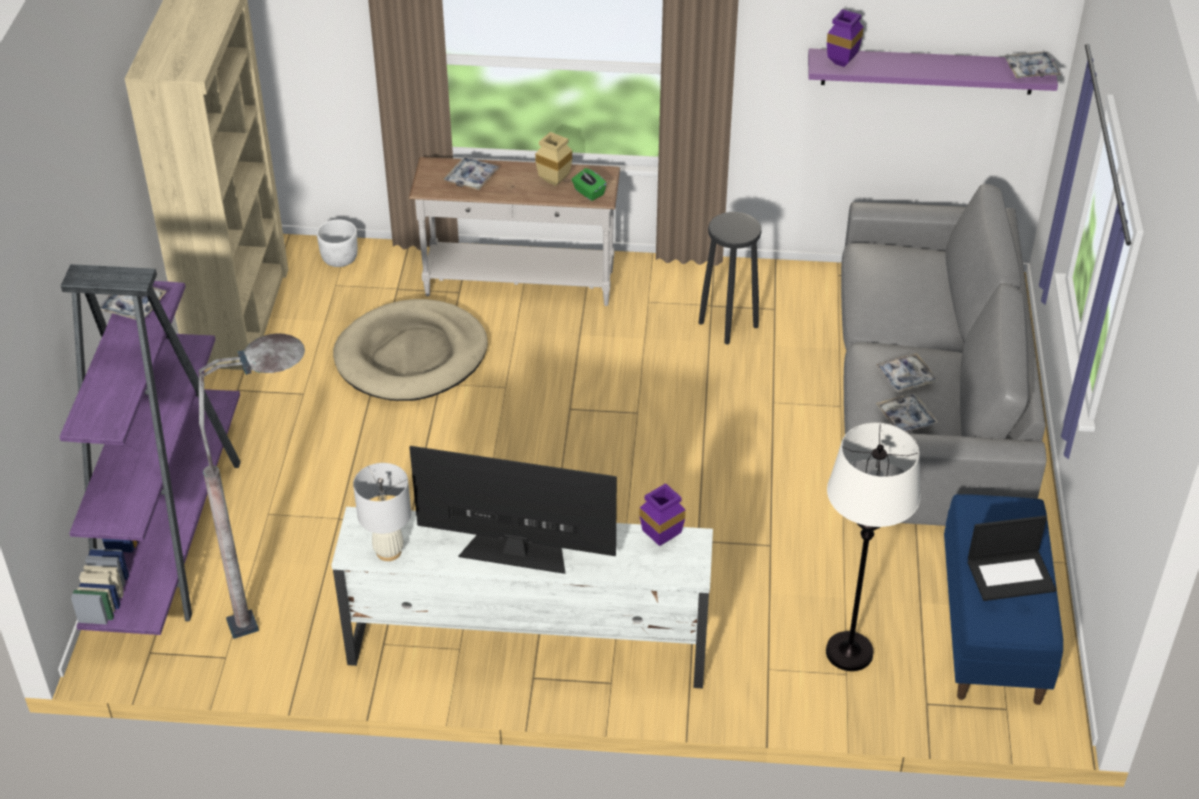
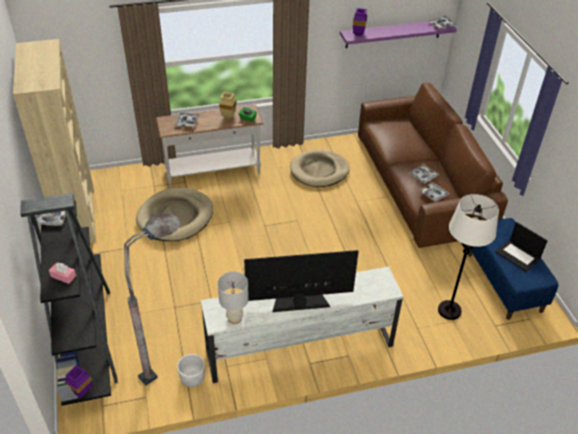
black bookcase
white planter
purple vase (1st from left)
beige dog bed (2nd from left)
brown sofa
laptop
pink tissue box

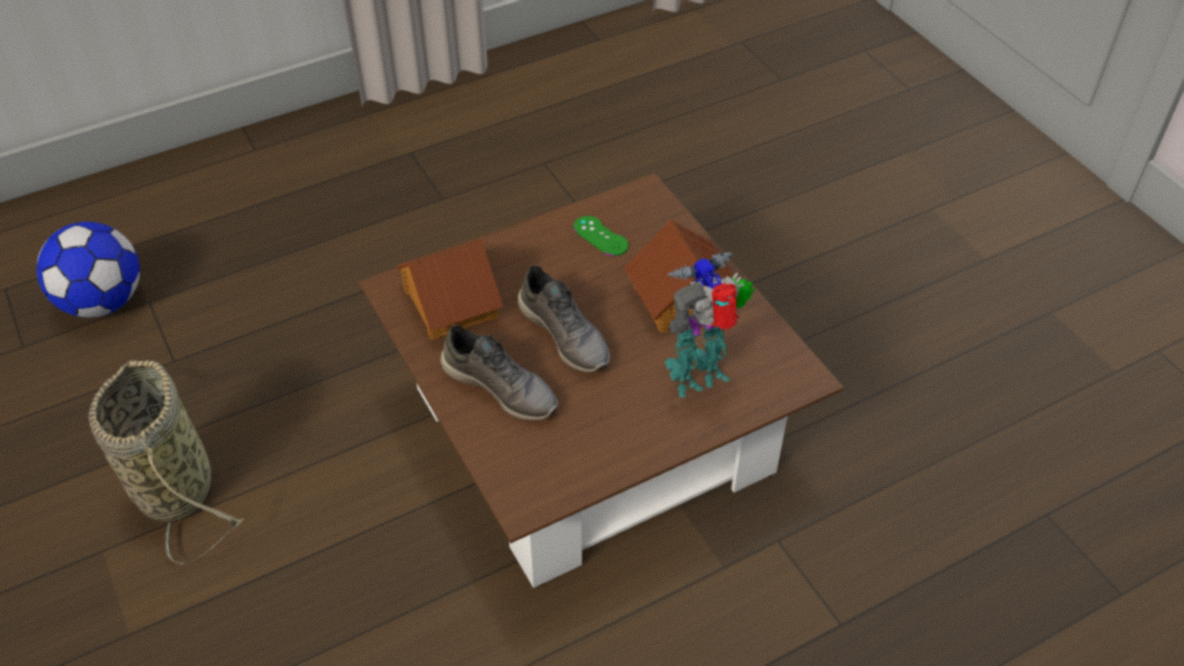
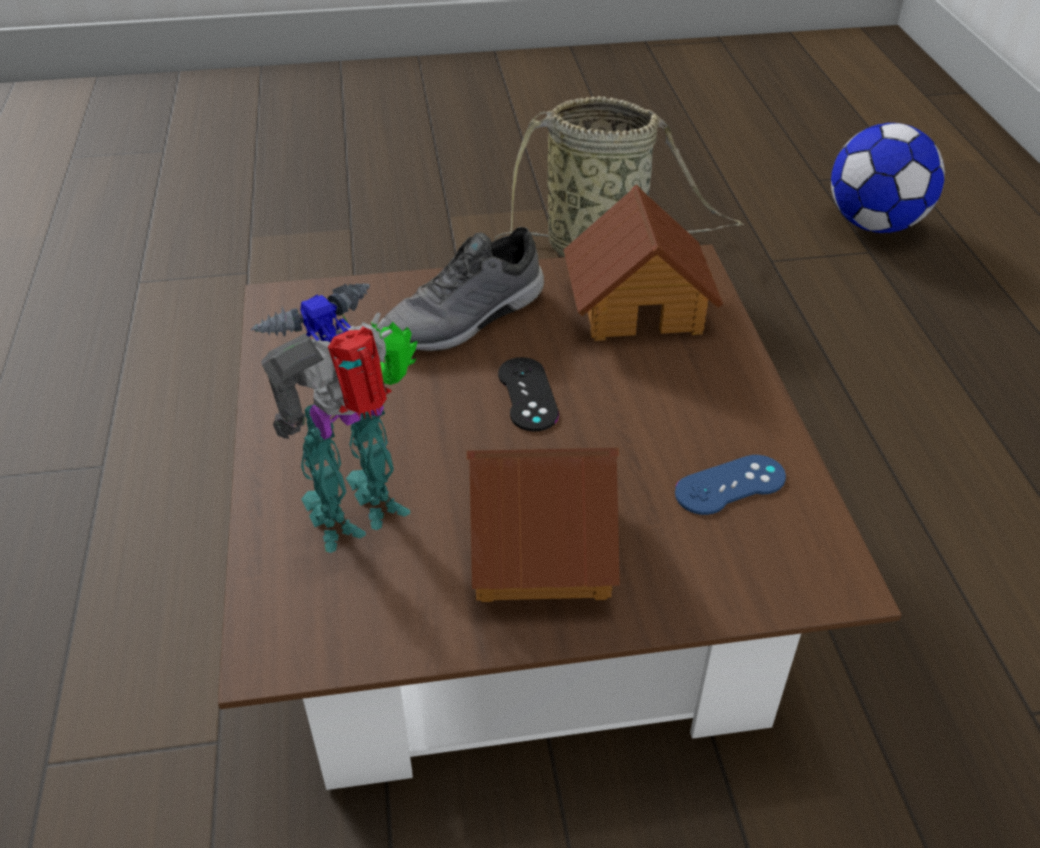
black game controller
blue game controller
toy robot

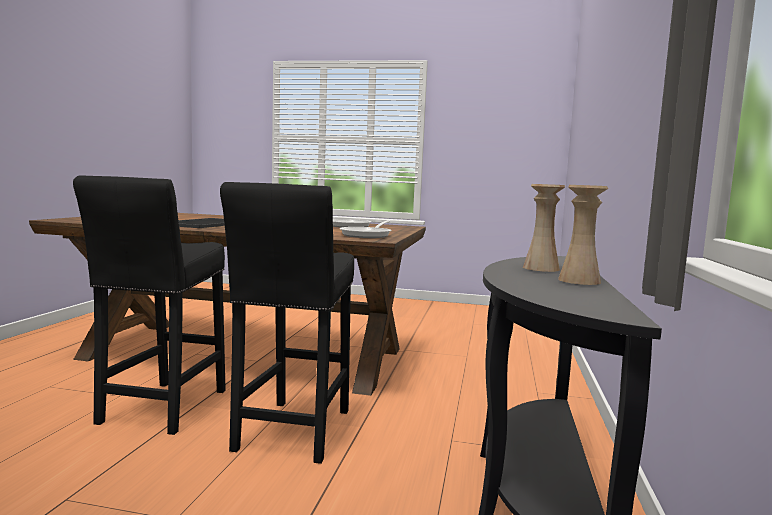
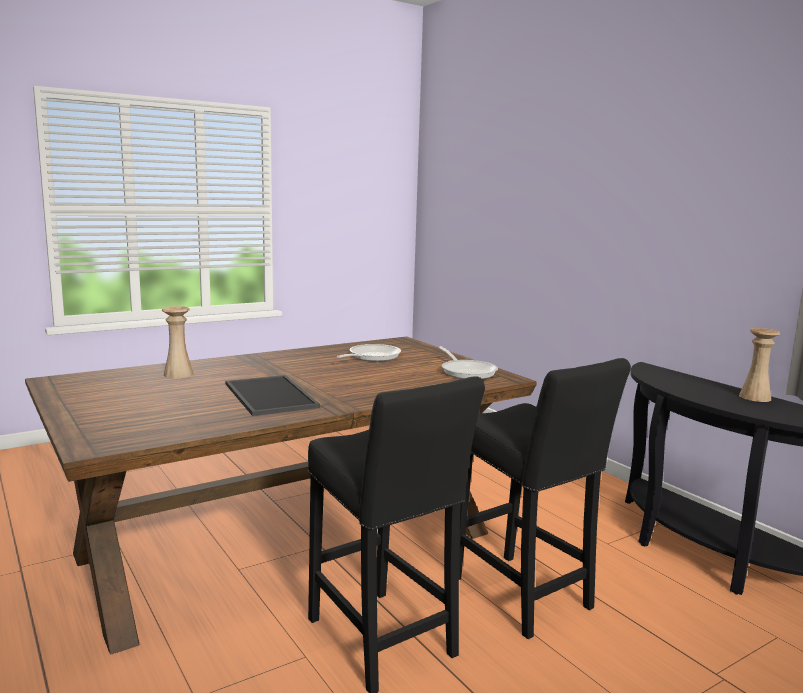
beige vase (1st from left)

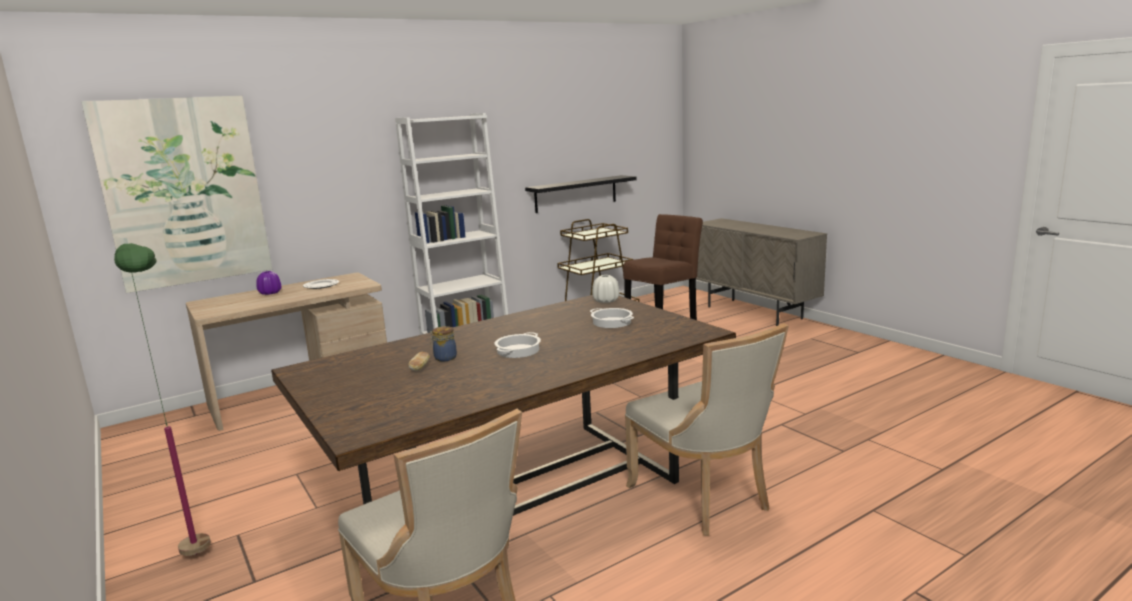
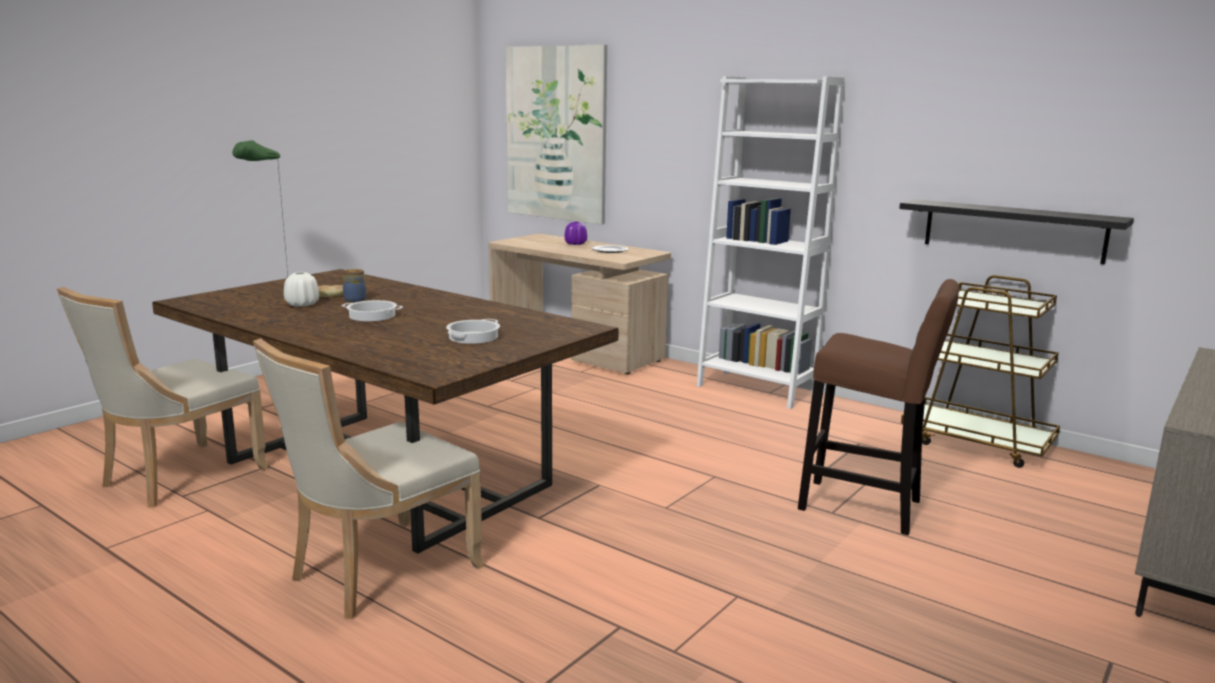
white vase

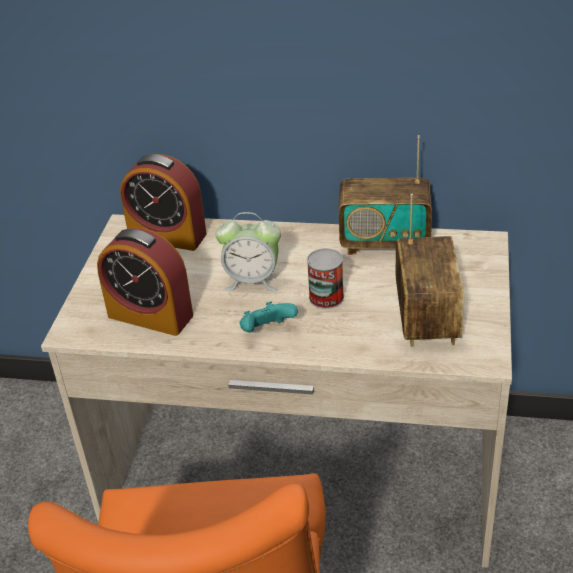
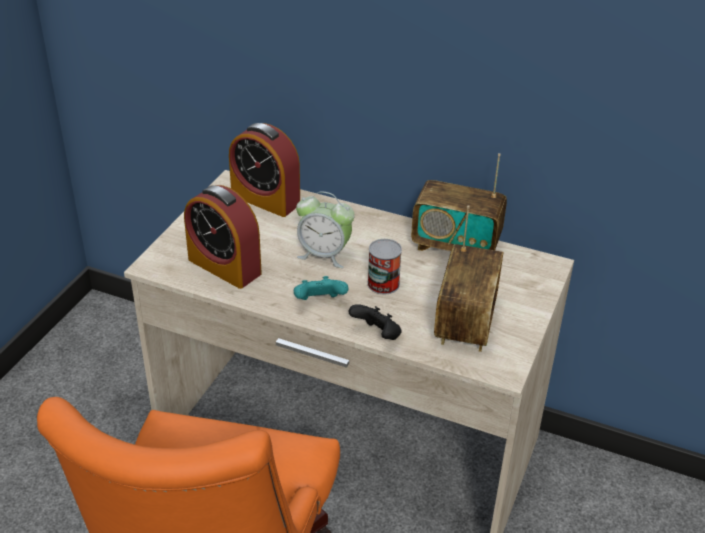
black game controller

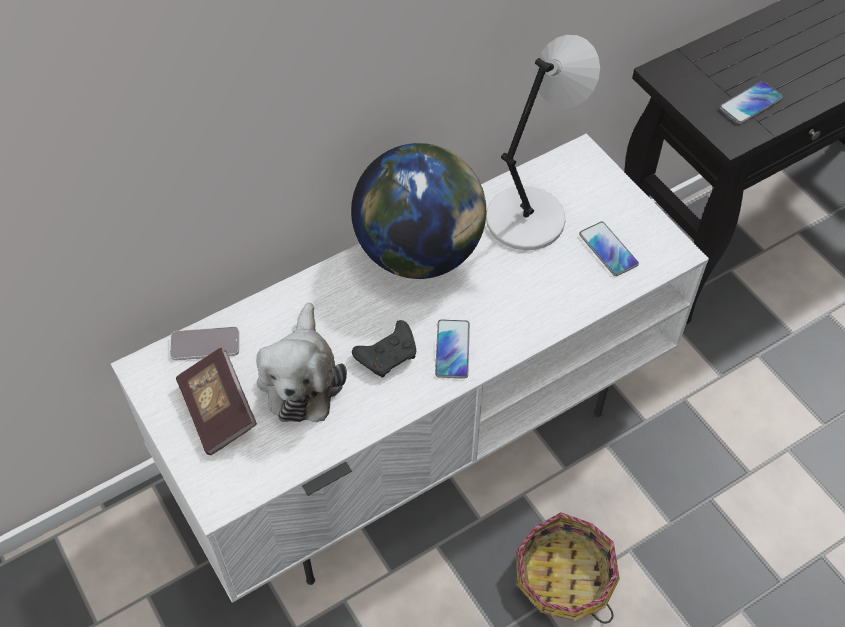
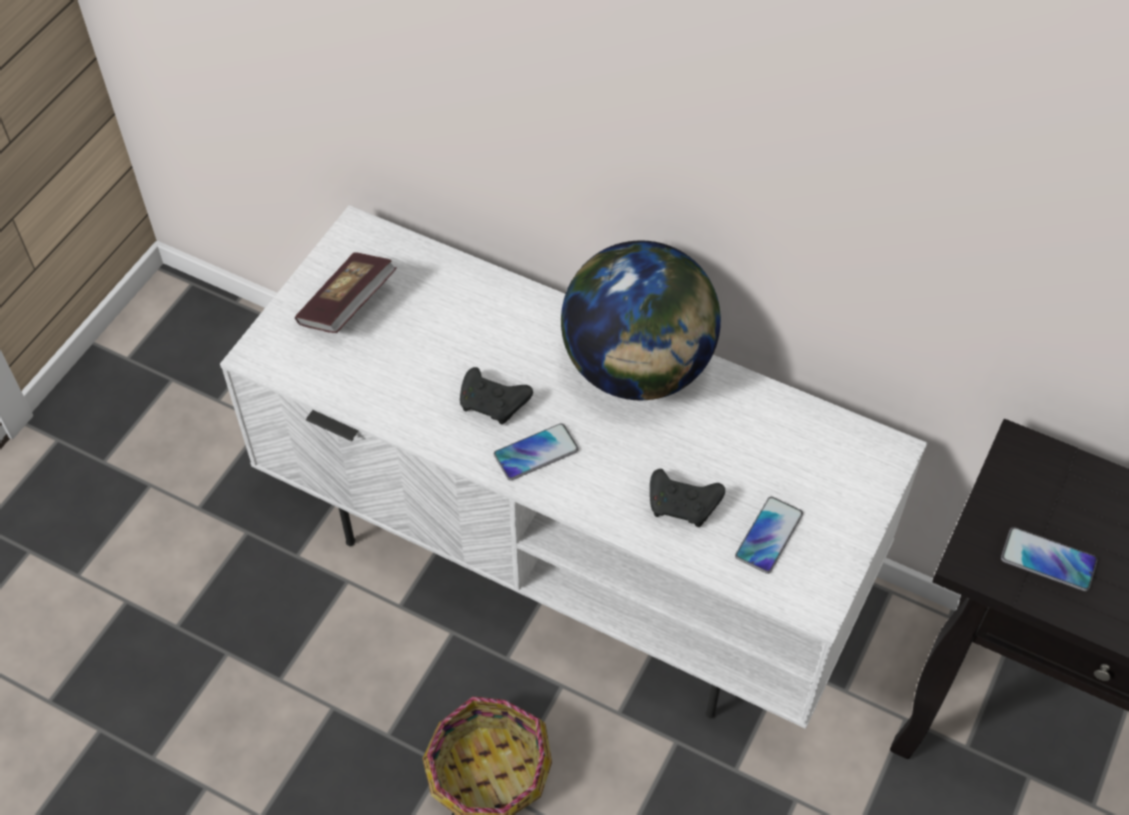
phone (1st from left in the first image)
plush toy
grey table lamp
black game controller (2nd from left)

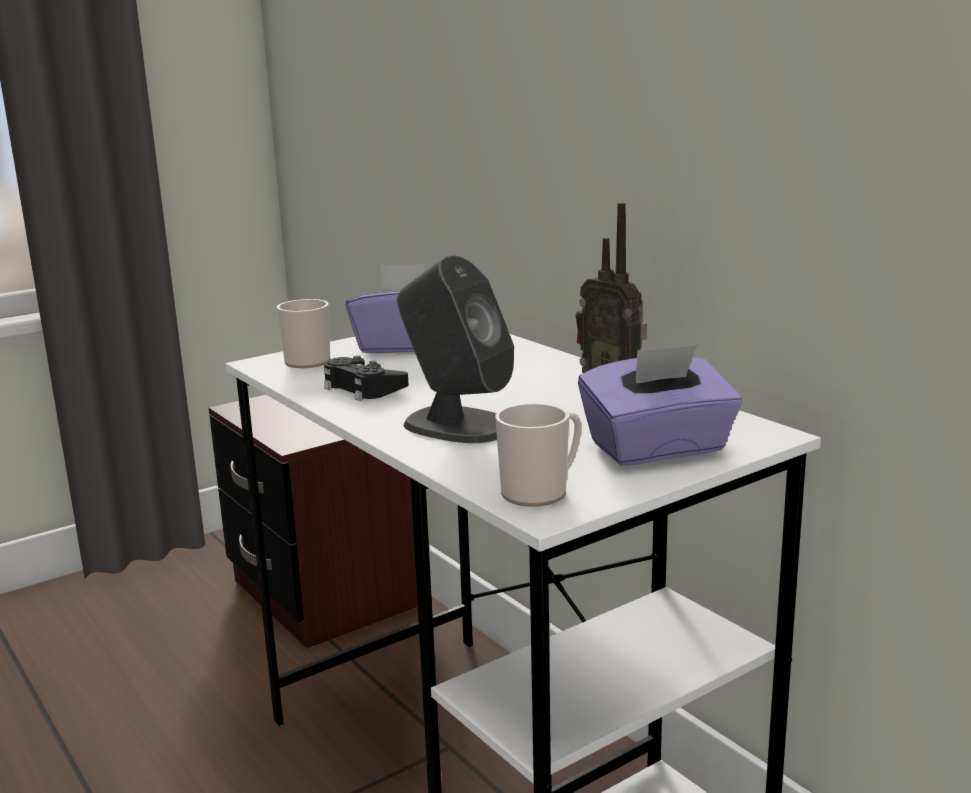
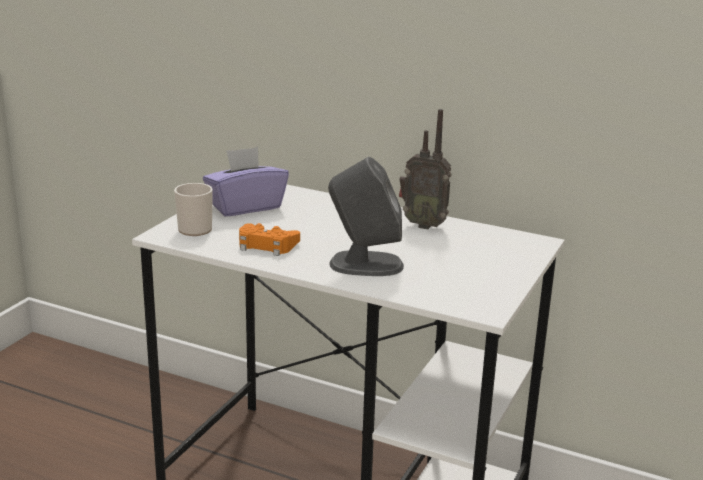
brown nightstand
orange game controller
mug (2nd from left in the first image)
purple tissue box (2nd from left in the first image)

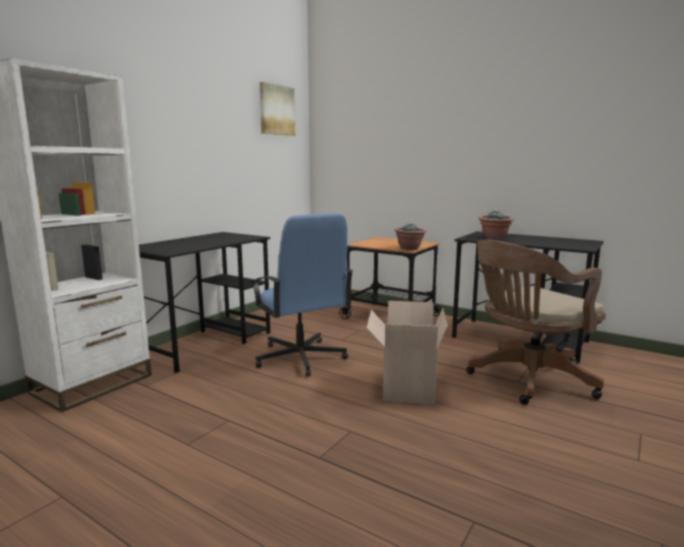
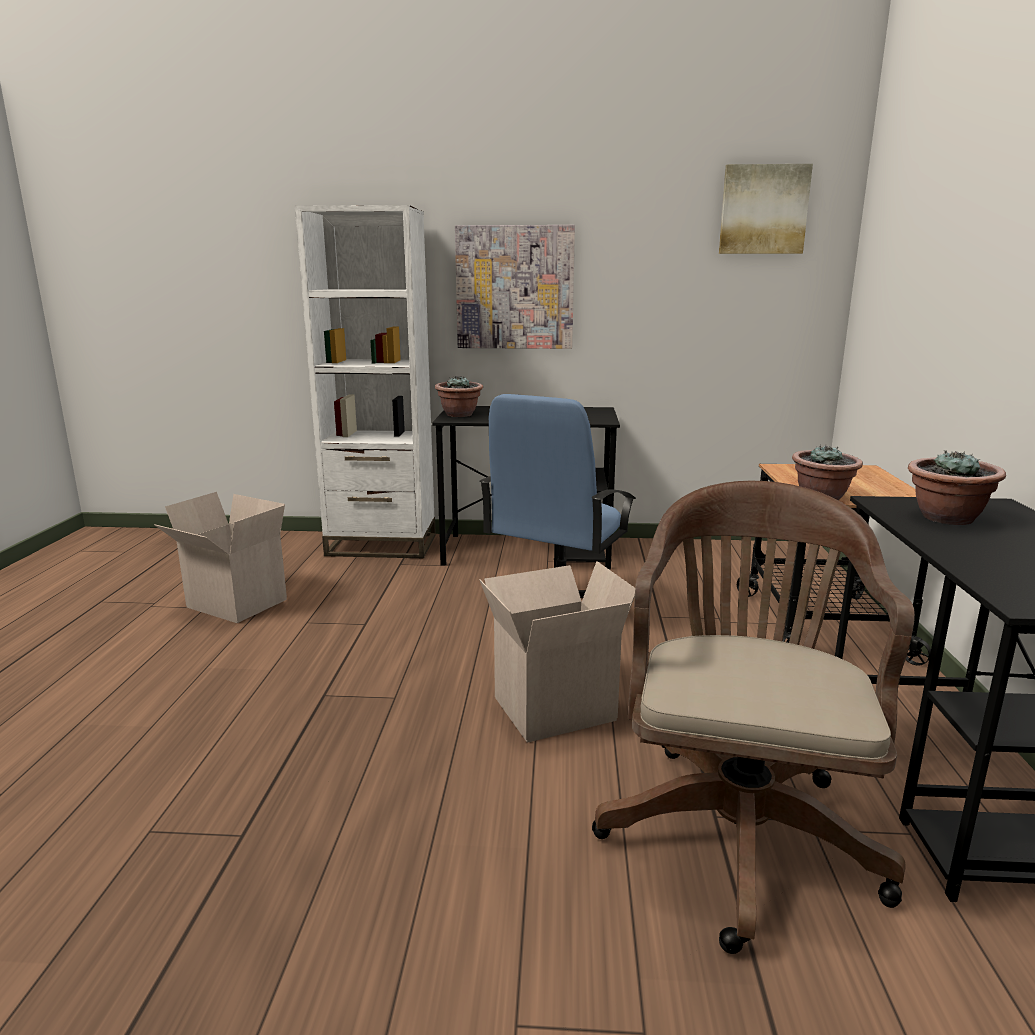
brown office chair
cardboard box (1st from left)
potted plant (1st from left)
picture (1st from left)

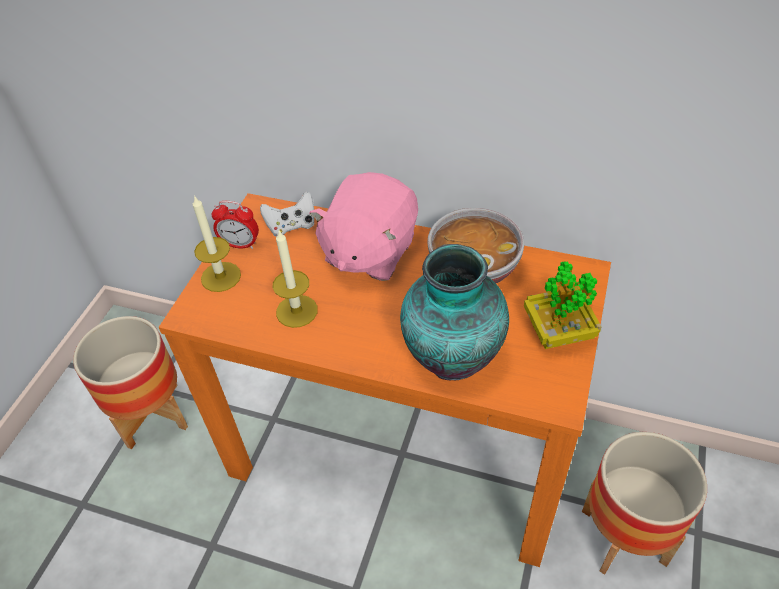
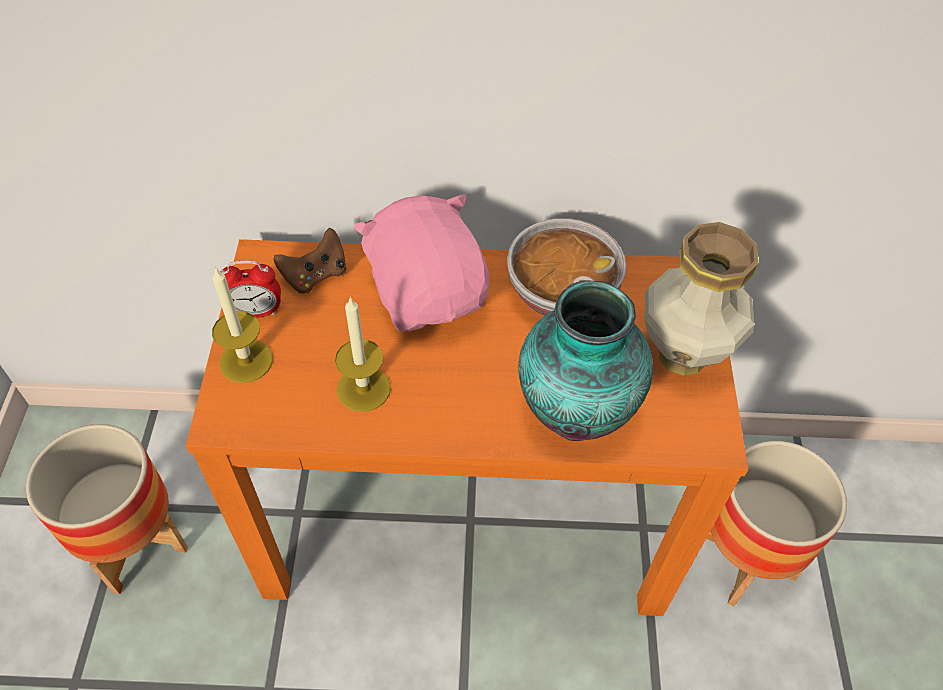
brown game controller
pink plush toy
vase (2nd from left)

